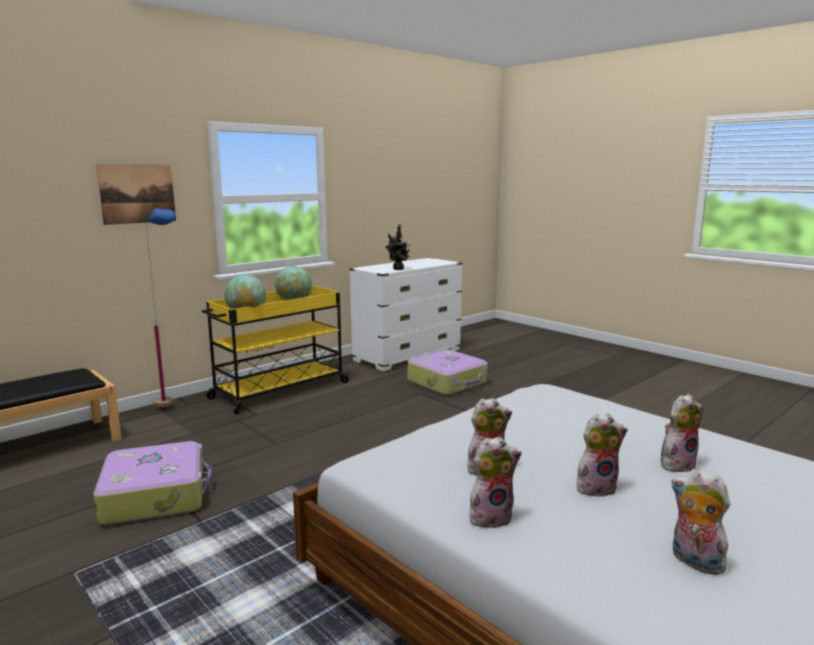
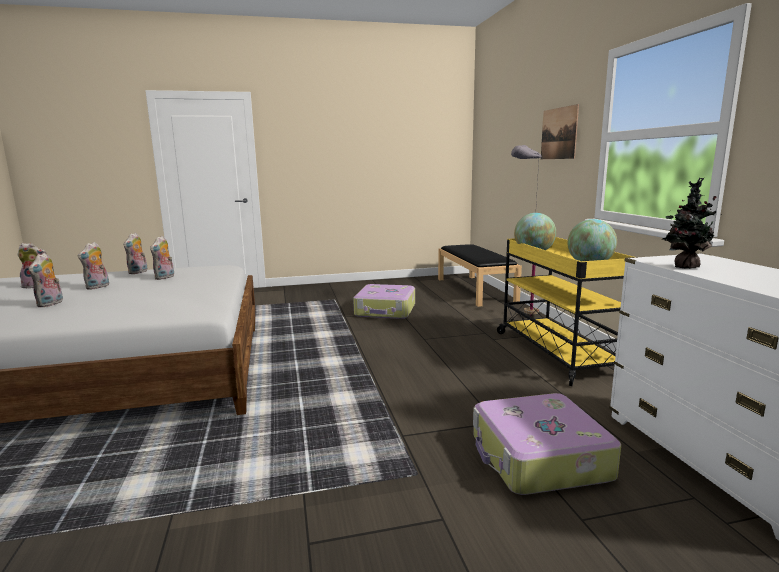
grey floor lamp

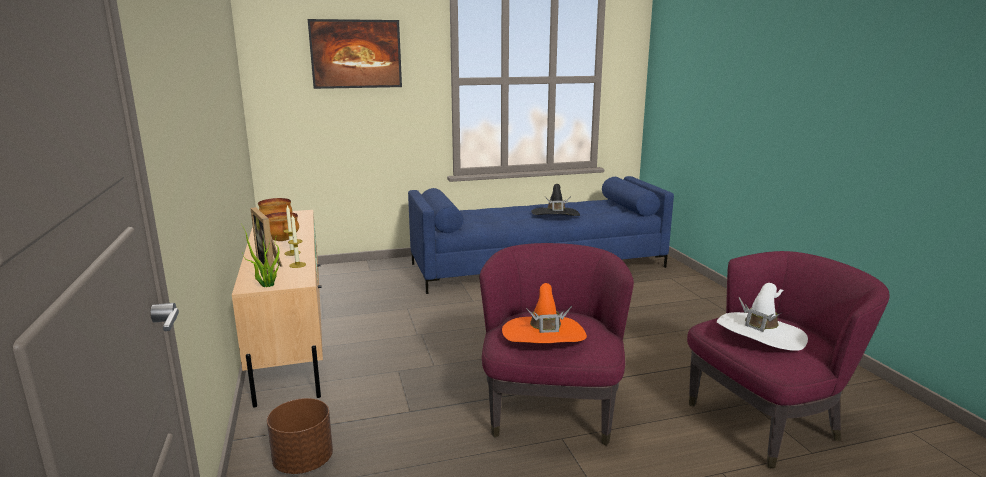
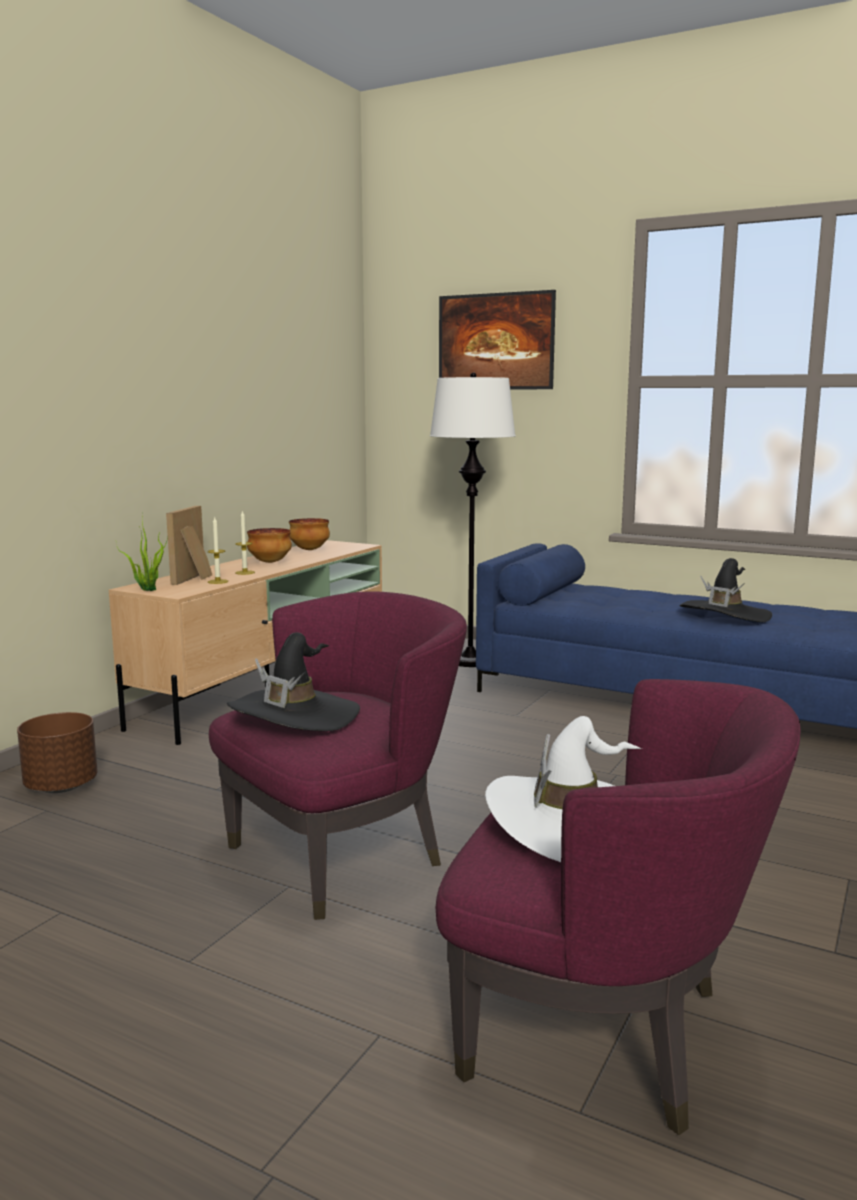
black hat (1st from left)
white floor lamp

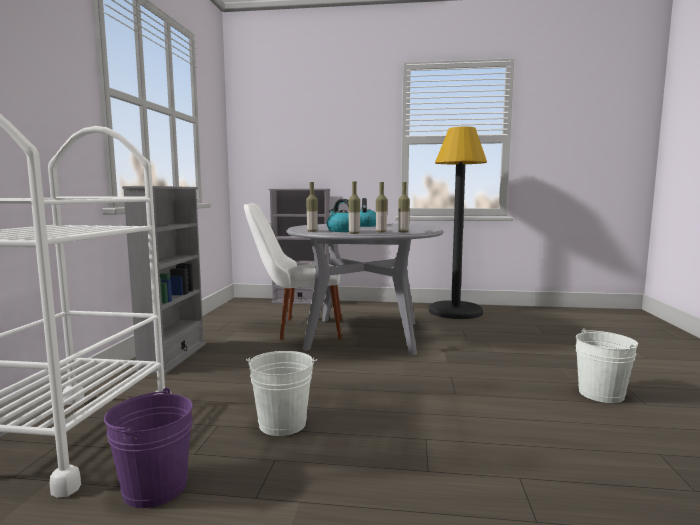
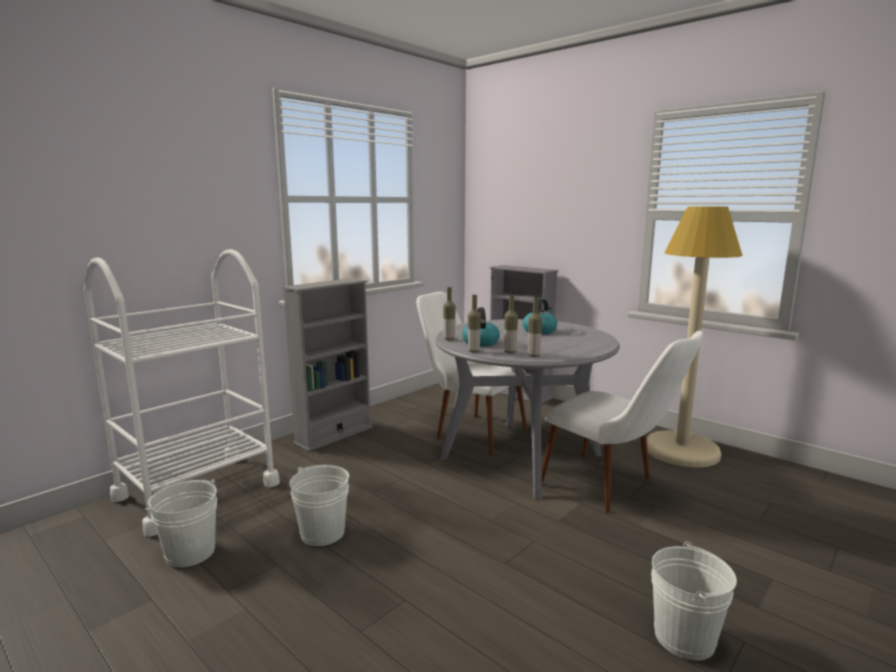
white bucket (1st from left)
beige floor lamp
white chair (2nd from left)

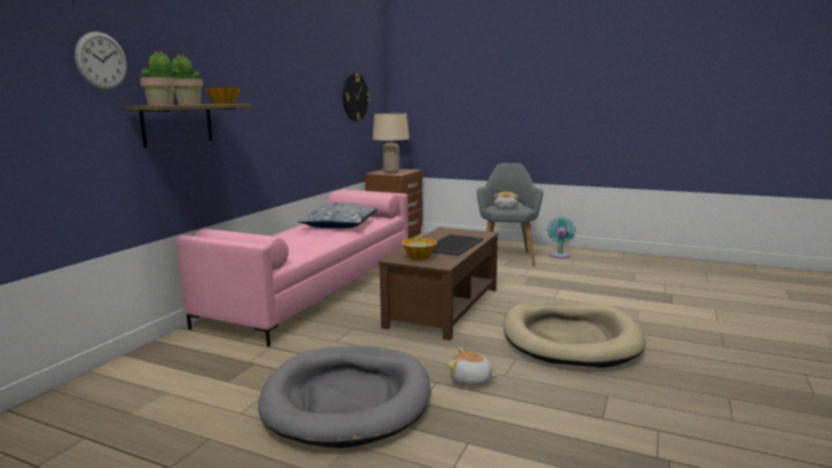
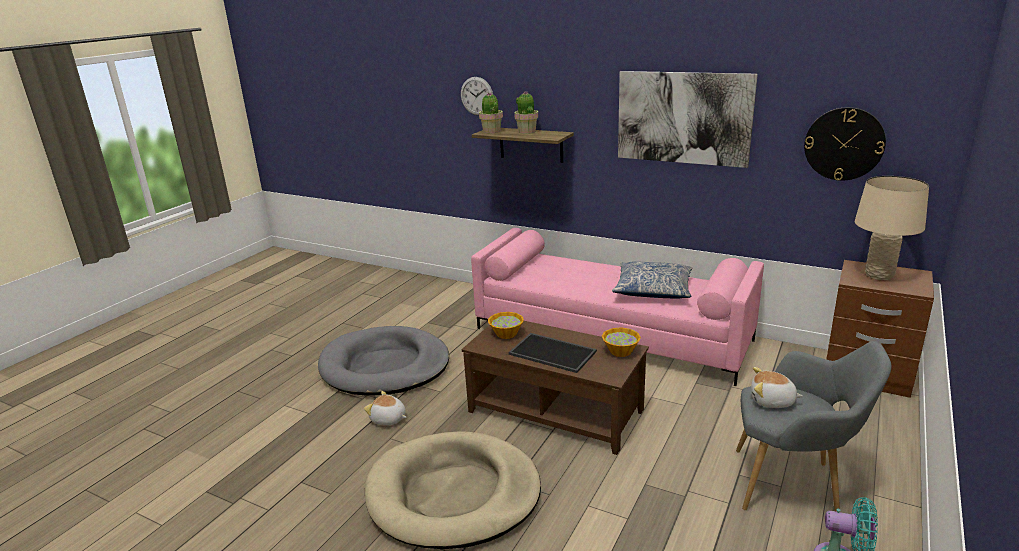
bowl (2nd from left)
plush toy (1st from left)
picture

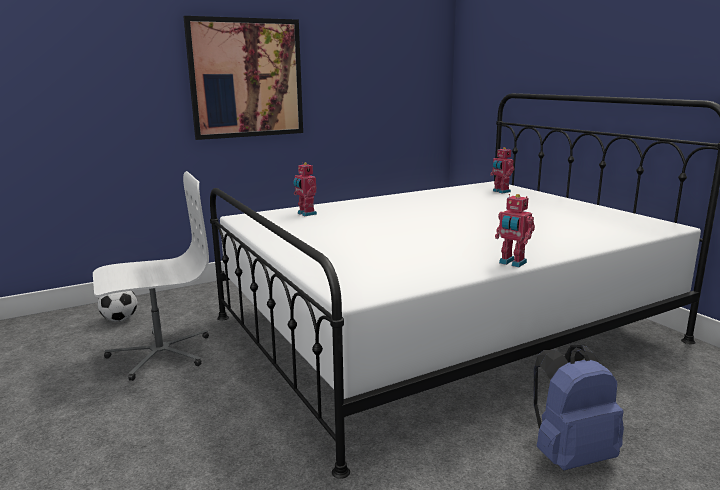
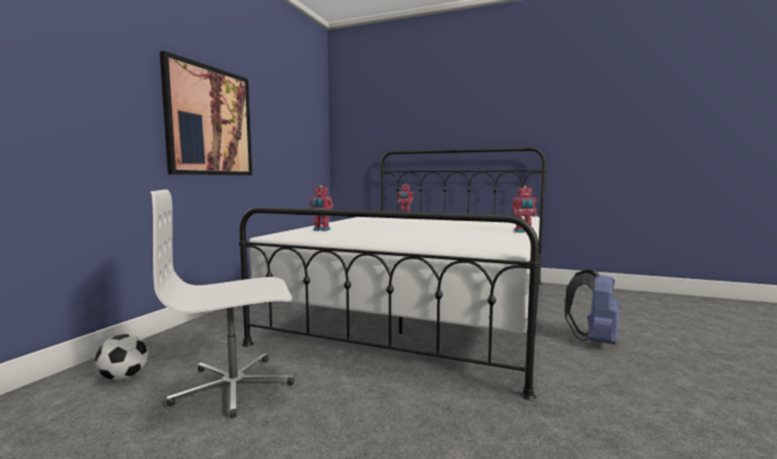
white office chair

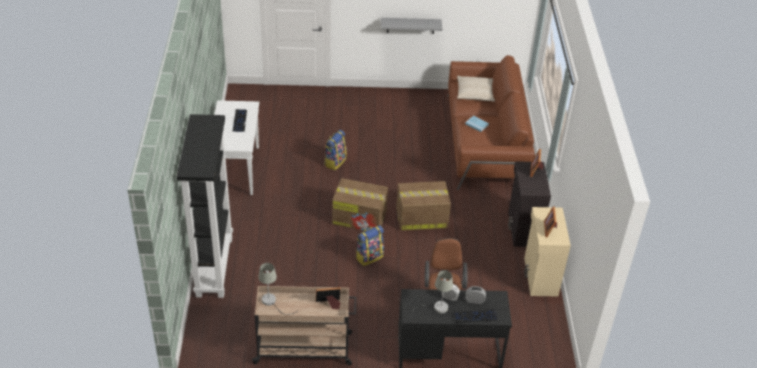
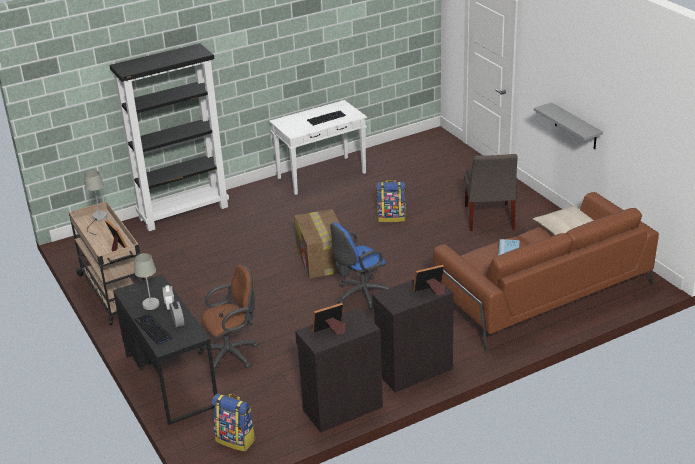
backpack (1st from left)
blue office chair
black cabinet (1st from left)
grey chair

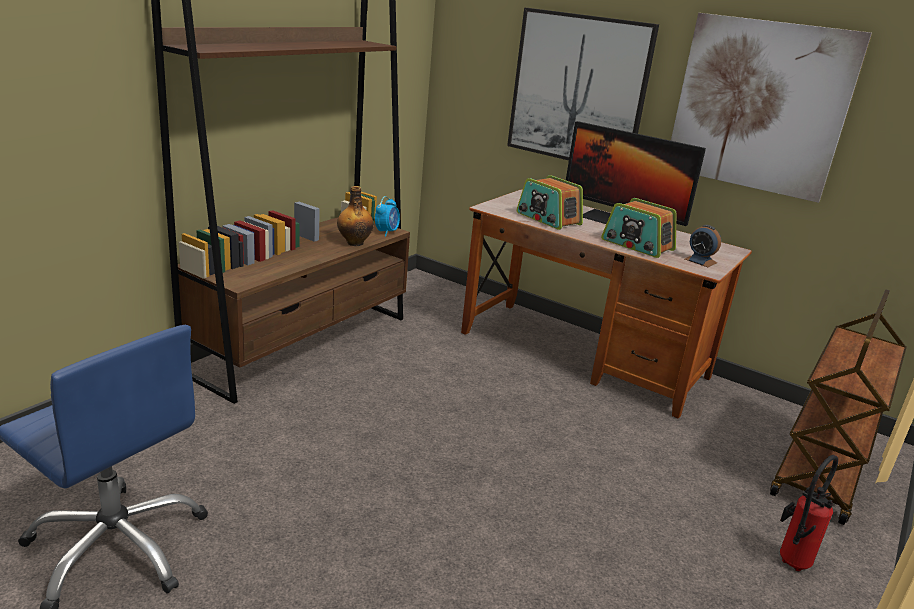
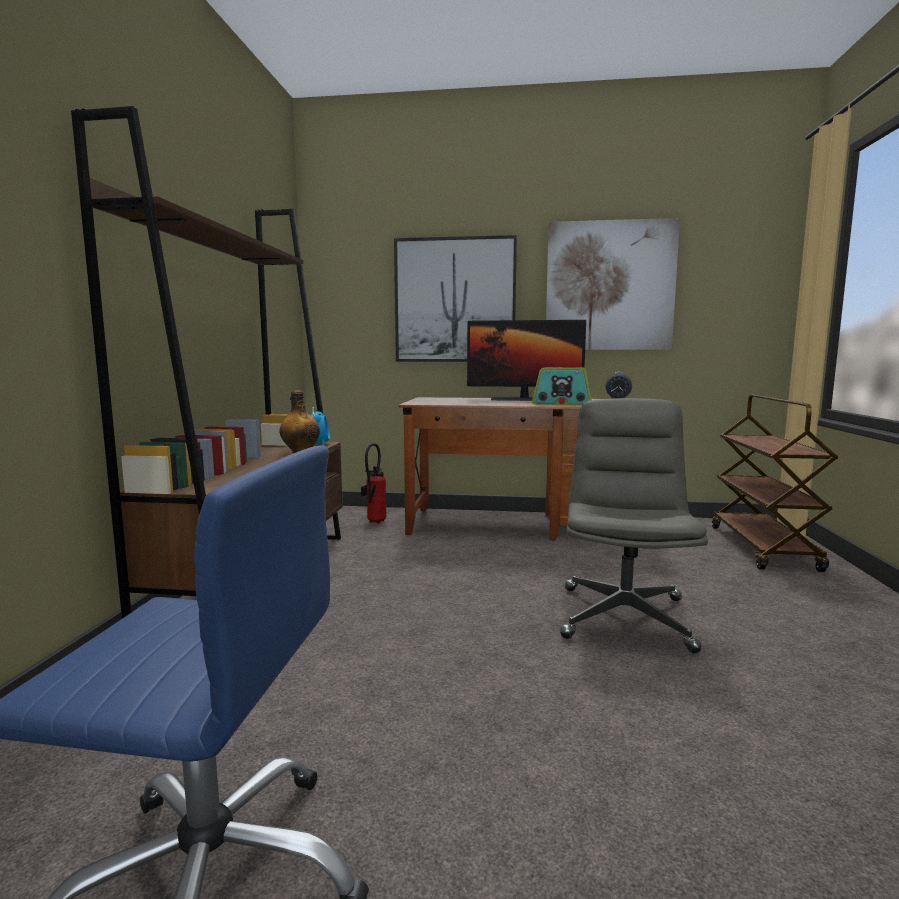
radio (1st from left in the first image)
fire extinguisher
grey office chair

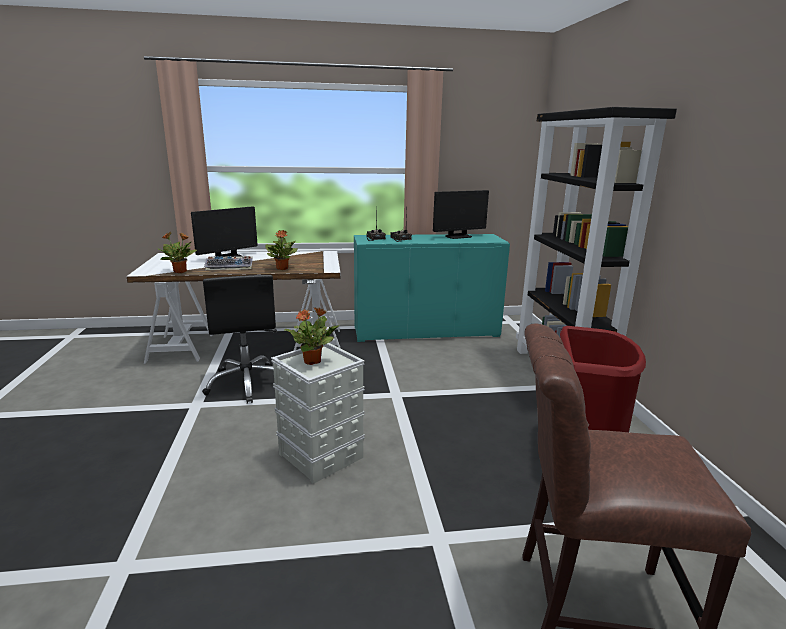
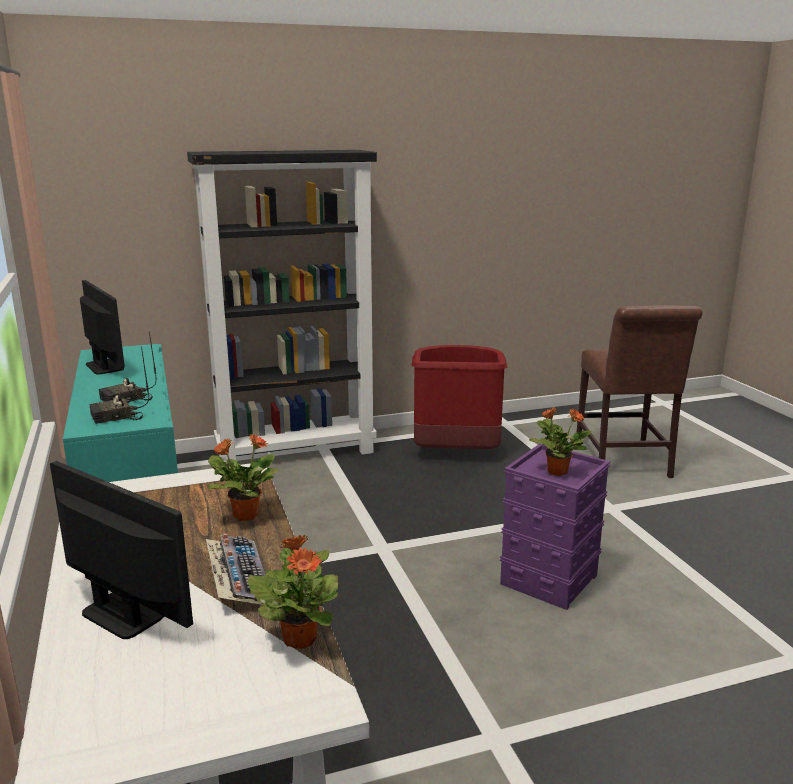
black office chair
purple storage box

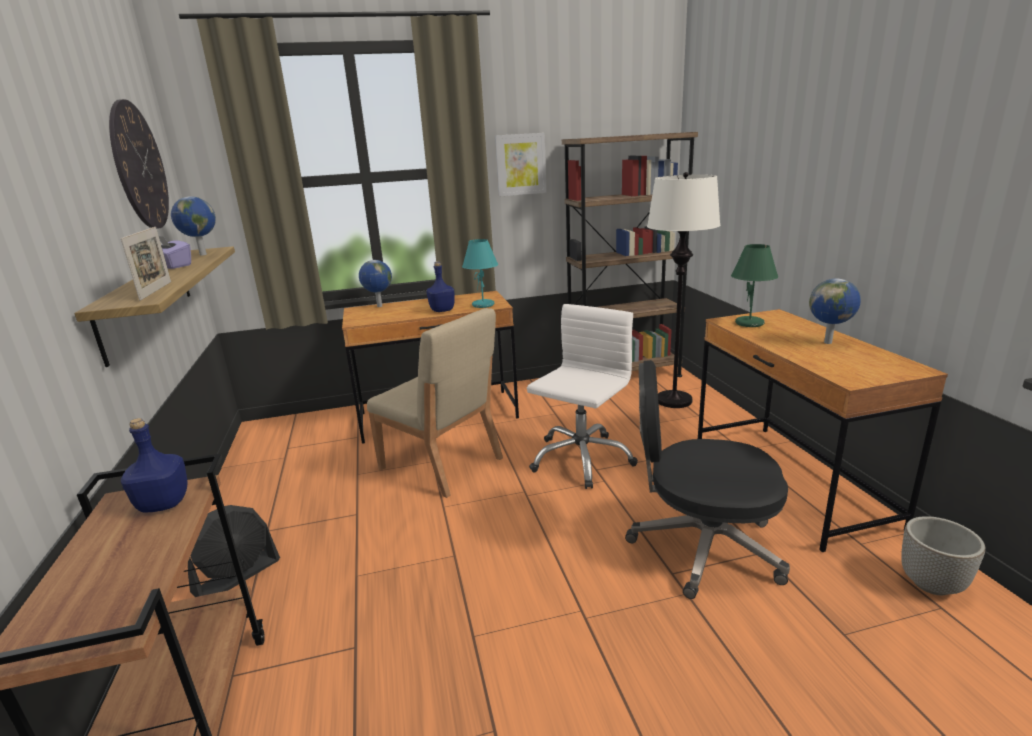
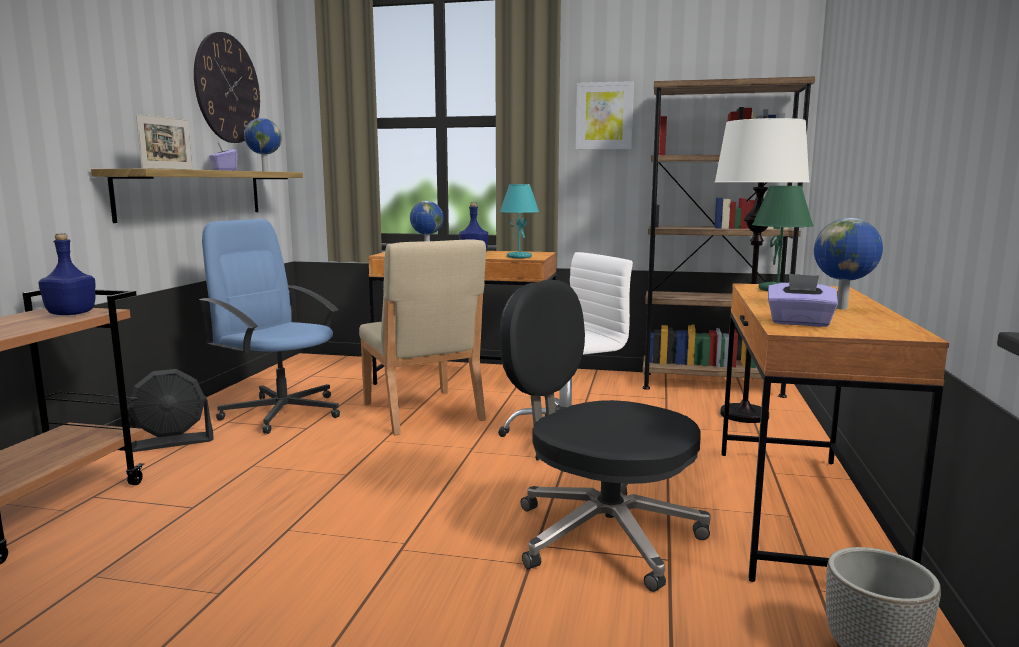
blue office chair
purple tissue box (2nd from left)

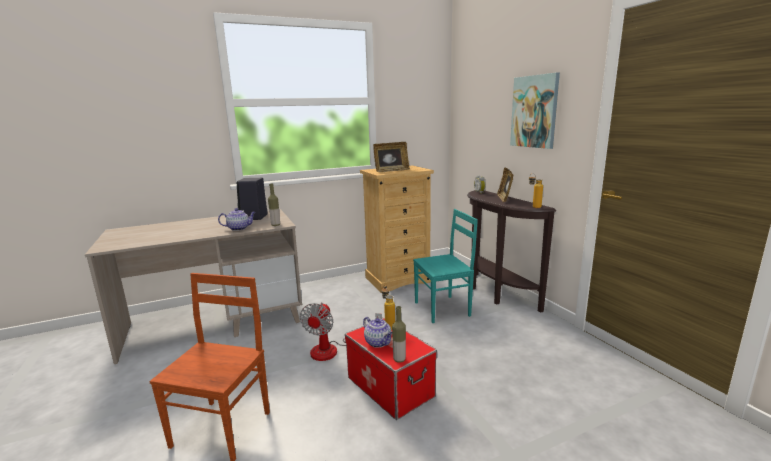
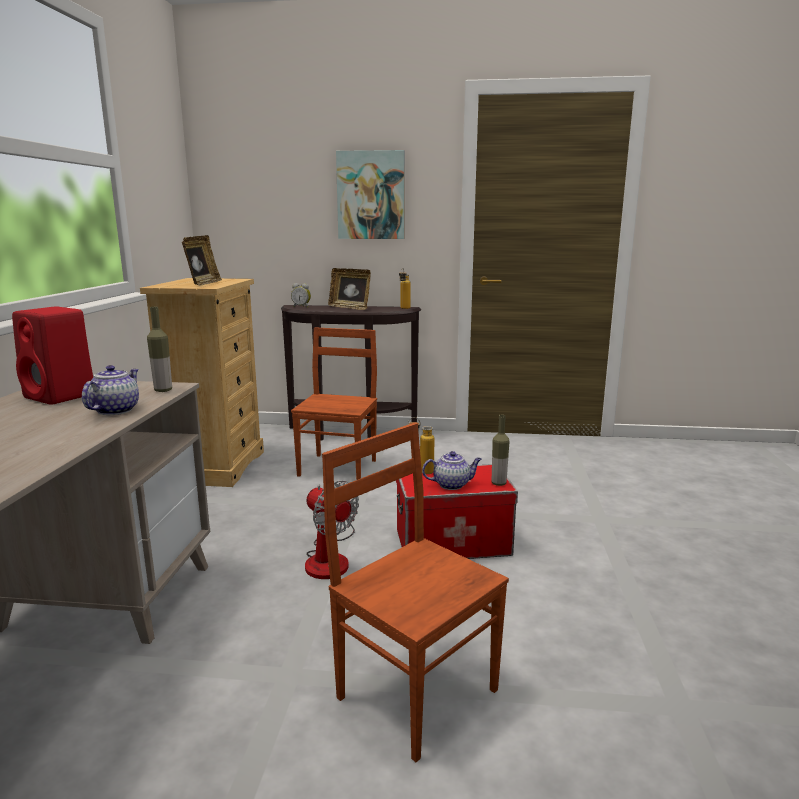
red speaker
brown chair (1st from left)

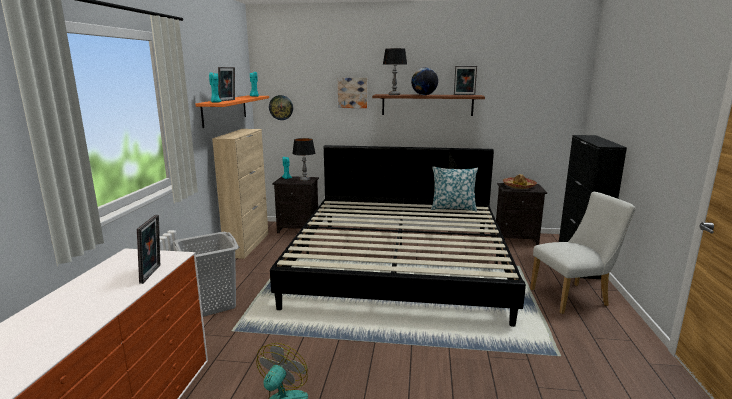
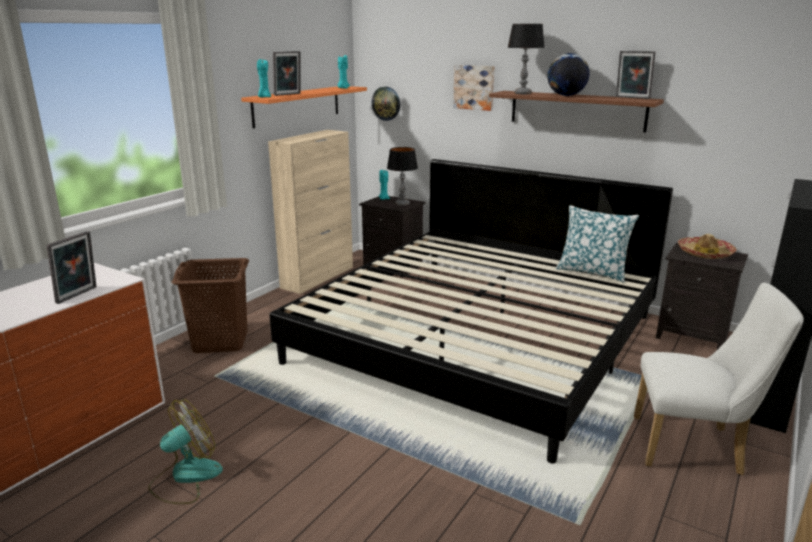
brown laundry basket

